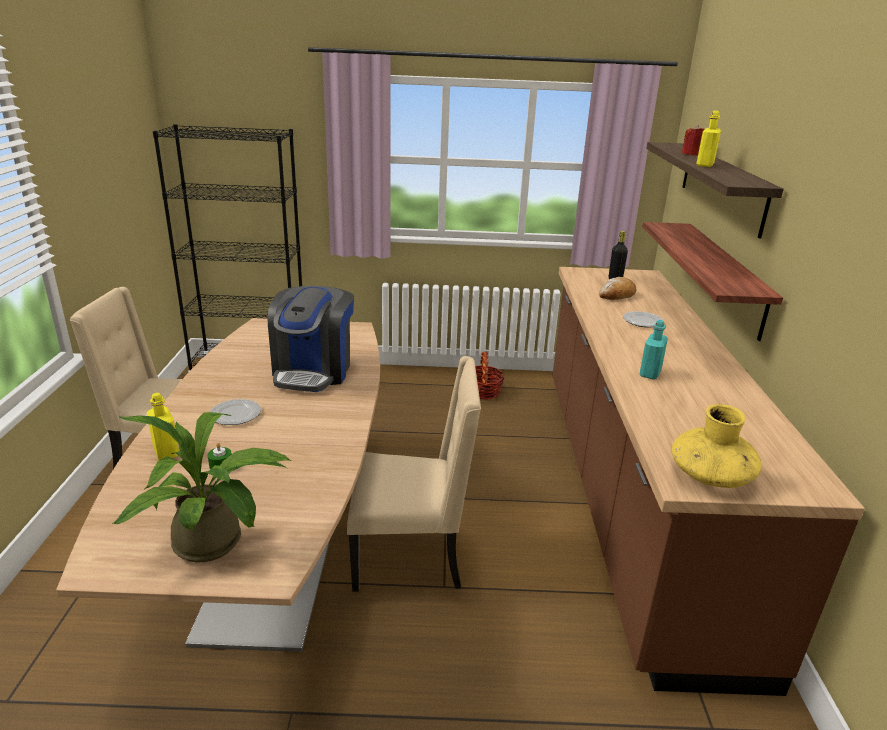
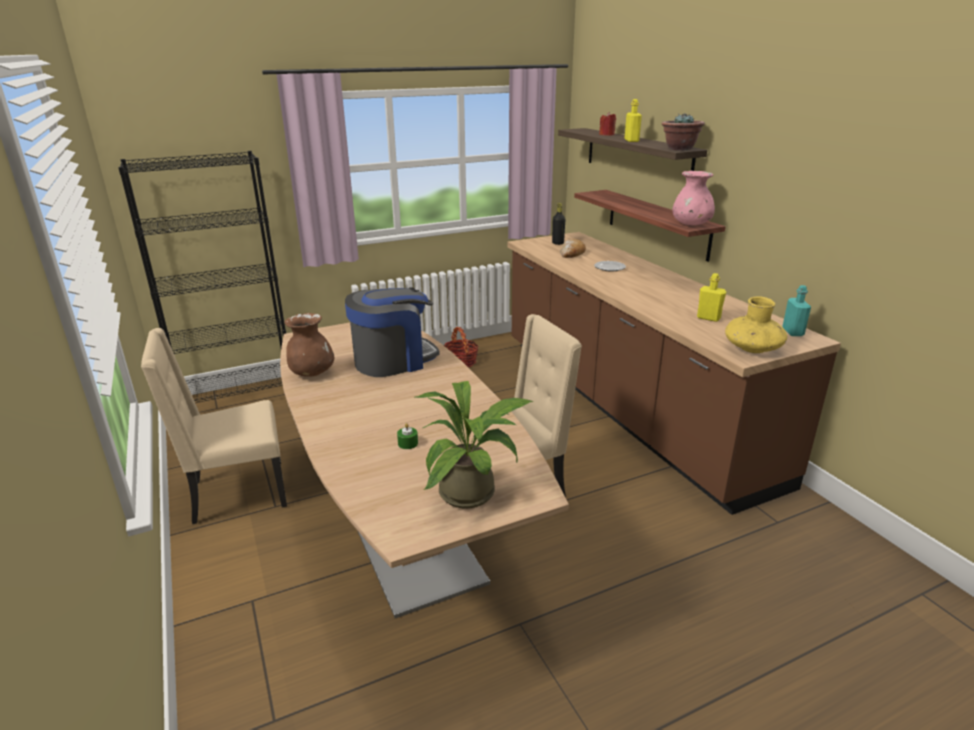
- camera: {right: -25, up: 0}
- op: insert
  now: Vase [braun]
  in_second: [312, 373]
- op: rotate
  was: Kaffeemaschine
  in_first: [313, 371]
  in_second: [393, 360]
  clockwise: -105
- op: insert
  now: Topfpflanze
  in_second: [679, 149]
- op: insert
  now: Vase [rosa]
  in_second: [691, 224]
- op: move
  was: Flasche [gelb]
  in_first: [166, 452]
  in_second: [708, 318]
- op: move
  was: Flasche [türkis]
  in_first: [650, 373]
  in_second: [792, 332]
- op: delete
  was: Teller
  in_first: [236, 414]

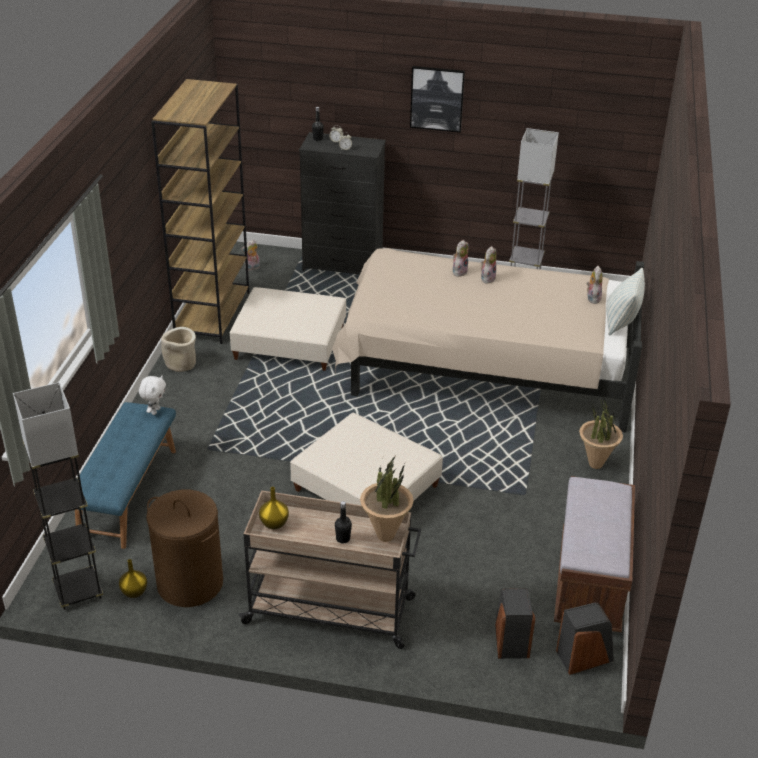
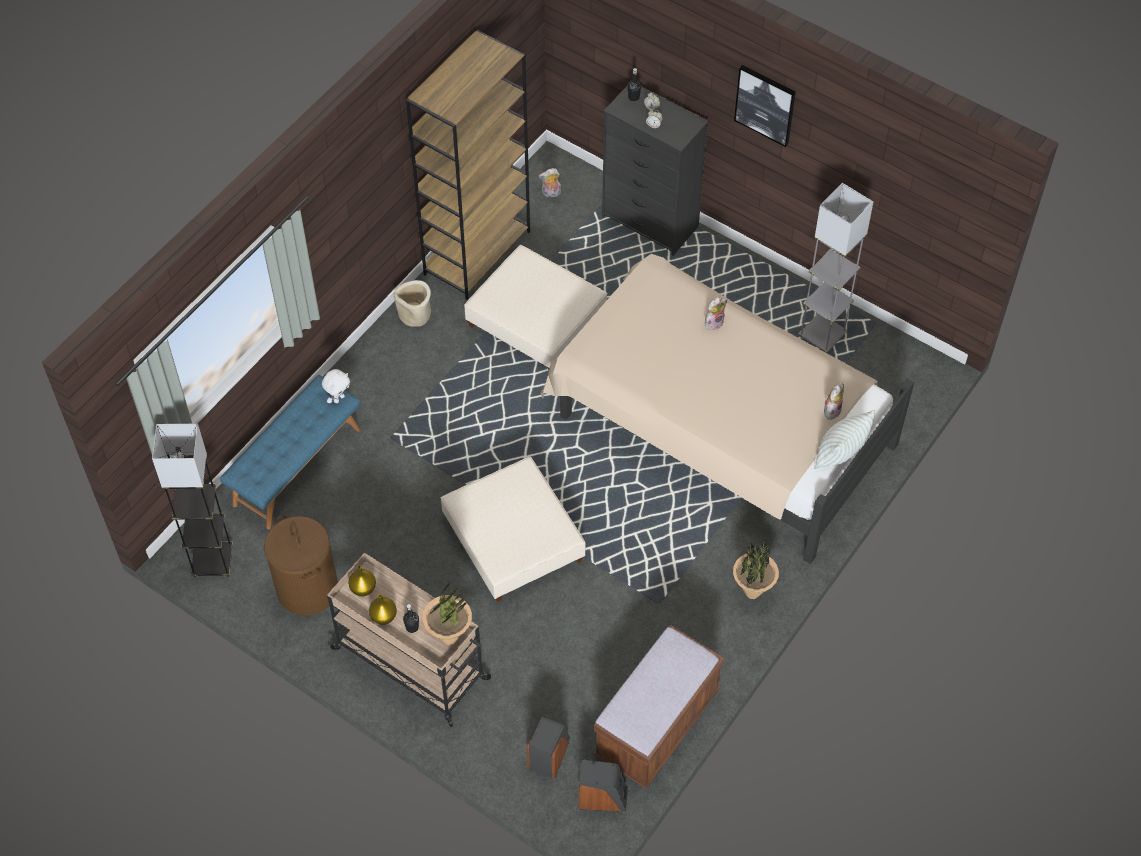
- camera: {right: 25, up: 20}
- op: move
  was: Vase [gelb]
  in_first: [134, 592]
  in_second: [384, 616]
- op: delete
  was: Plüschtier
  in_first: [487, 278]

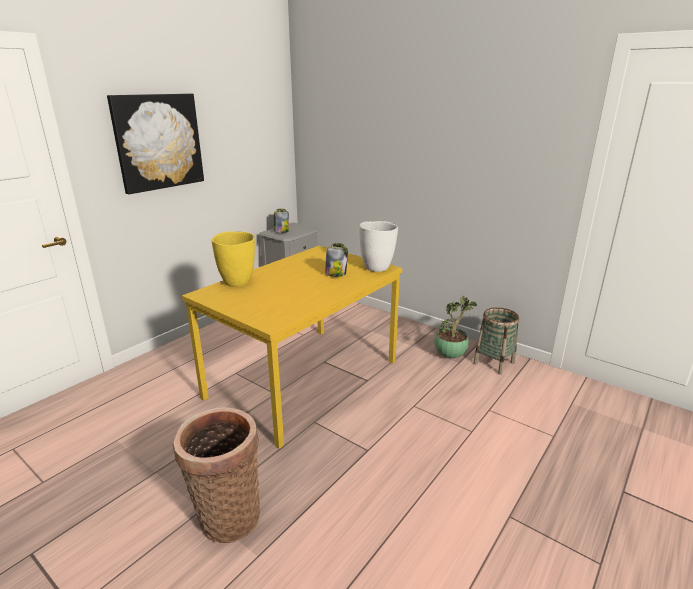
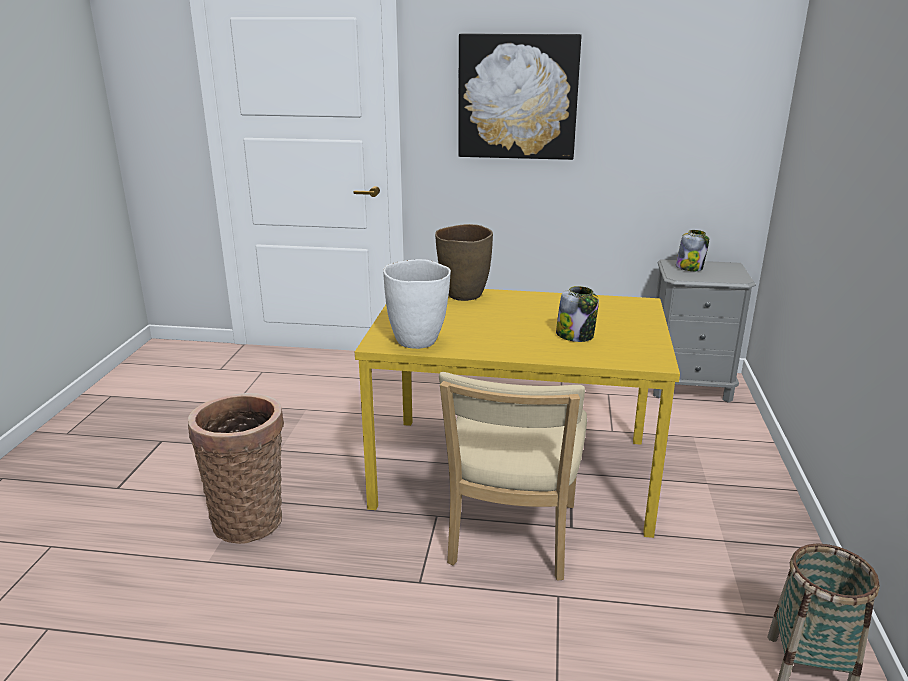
- camera: {right: 60, up: 0}
- op: move
  was: Vase [weiß]
  in_first: [377, 267]
  in_second: [418, 341]
- op: recolor
  was: Vase [gelb]
  now: Vase [braun]
  in_first: [237, 282]
  in_second: [464, 295]
- op: insert
  now: Stuhl [beige]
  in_second: [511, 539]
- op: delete
  was: Topfpflanze
  in_first: [450, 355]

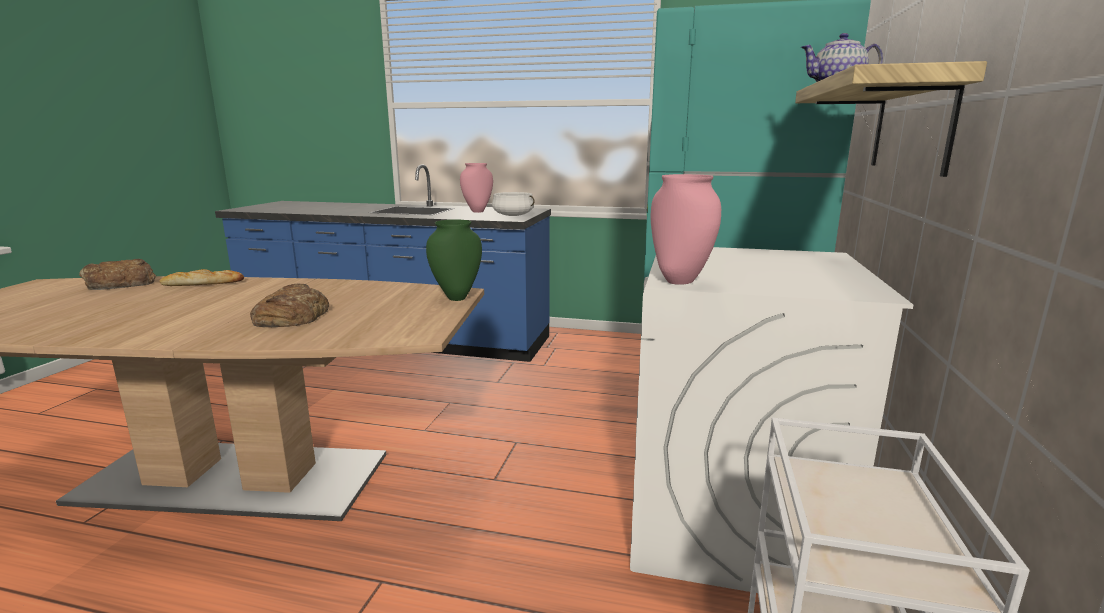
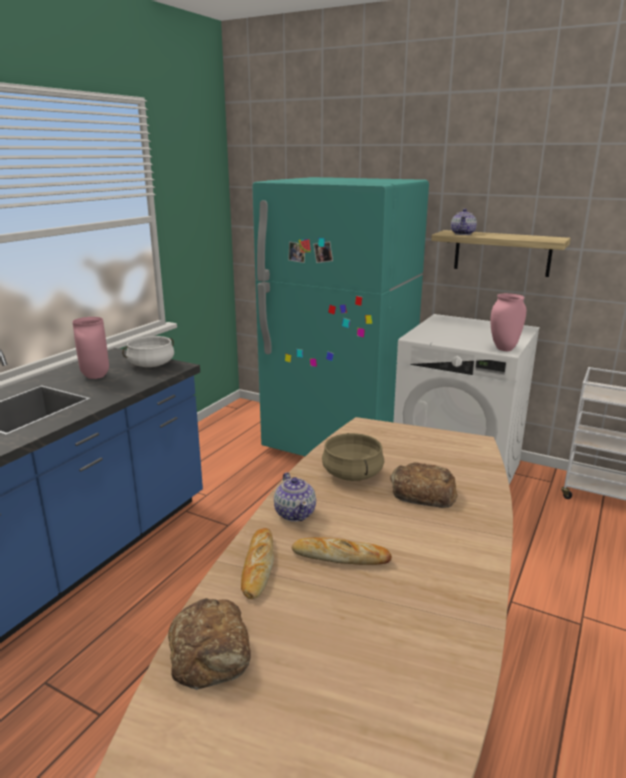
- camera: {right: -75, up: 5}
- op: insert
  now: Teekanne
  in_second: [295, 513]
- op: insert
  now: Brot
  in_second: [340, 556]
- op: insert
  now: Kochtopf [beige]
  in_second: [353, 474]
- op: delete
  was: Vase [grün]
  in_first: [456, 297]

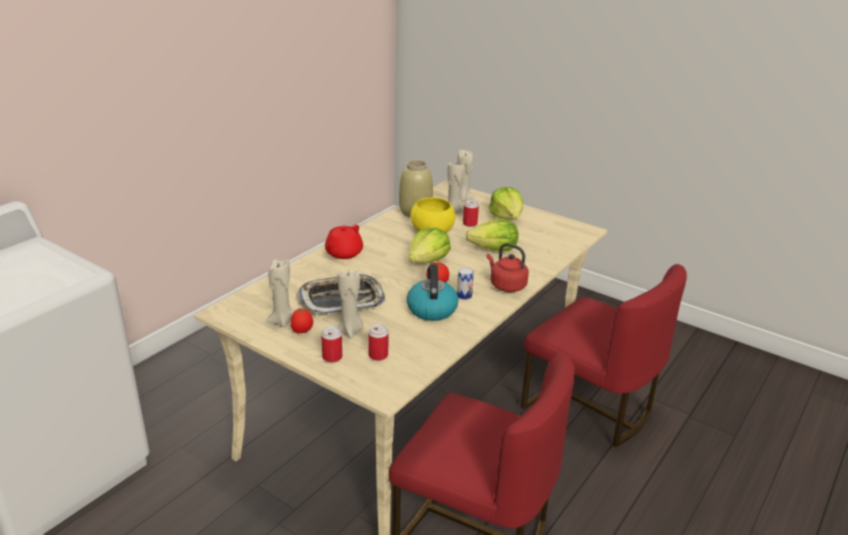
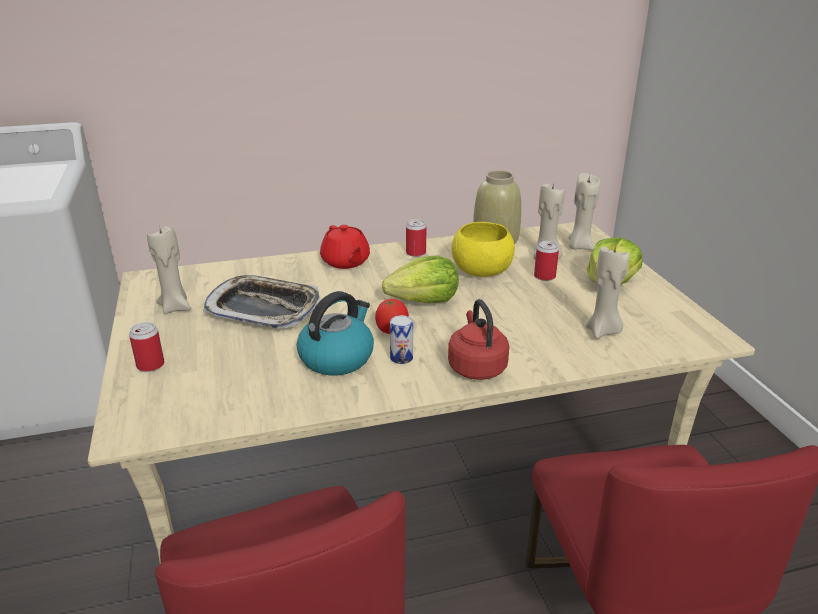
- camera: {right: 40, up: 0}
- op: rotate
  was: Teekanne [rot]
  in_first: [343, 253]
  in_second: [345, 262]
  clockwise: -90
- op: move
  was: Dose
  in_first: [378, 355]
  in_second: [416, 253]
- op: move
  was: Kerze [beige]
  in_first: [350, 331]
  in_second: [603, 331]
- op: delete
  was: Tomate
  in_first: [302, 331]
- op: delete
  was: Salatkopf
  in_first: [494, 249]

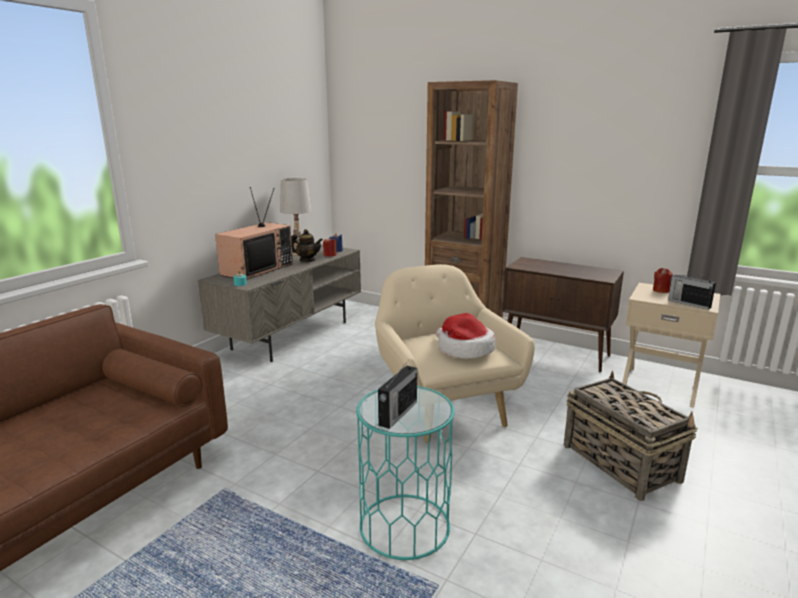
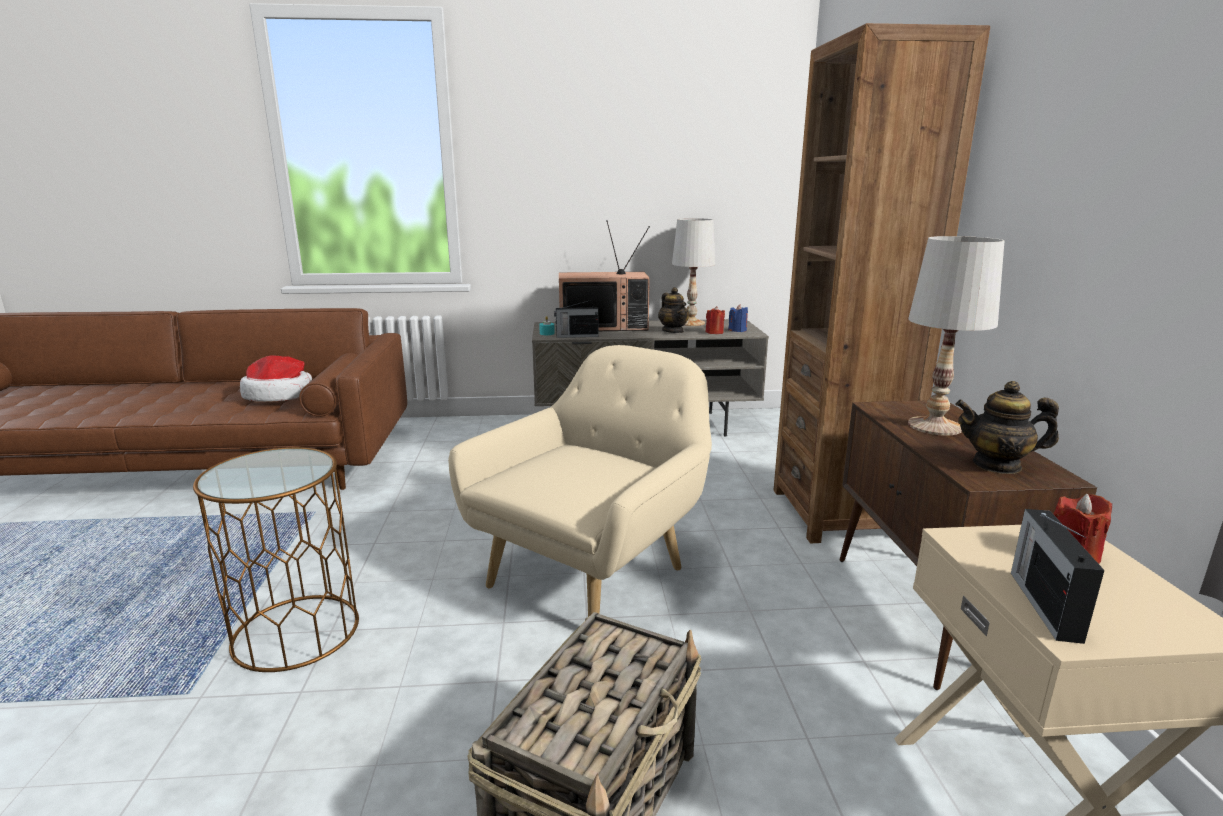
- camera: {right: 55, up: 0}
- op: recolor
  was: Beistelltisch [türkis]
  now: Beistelltisch [braun]
  in_first: [404, 525]
  in_second: [297, 631]
- op: move
  was: Hut
  in_first: [464, 349]
  in_second: [279, 395]
- op: move
  was: Radio
  in_first: [397, 413]
  in_second: [576, 336]
- op: insert
  now: Tischlampe [weiß]
  in_second: [934, 426]
- op: insert
  now: Teekanne
  in_second: [997, 465]

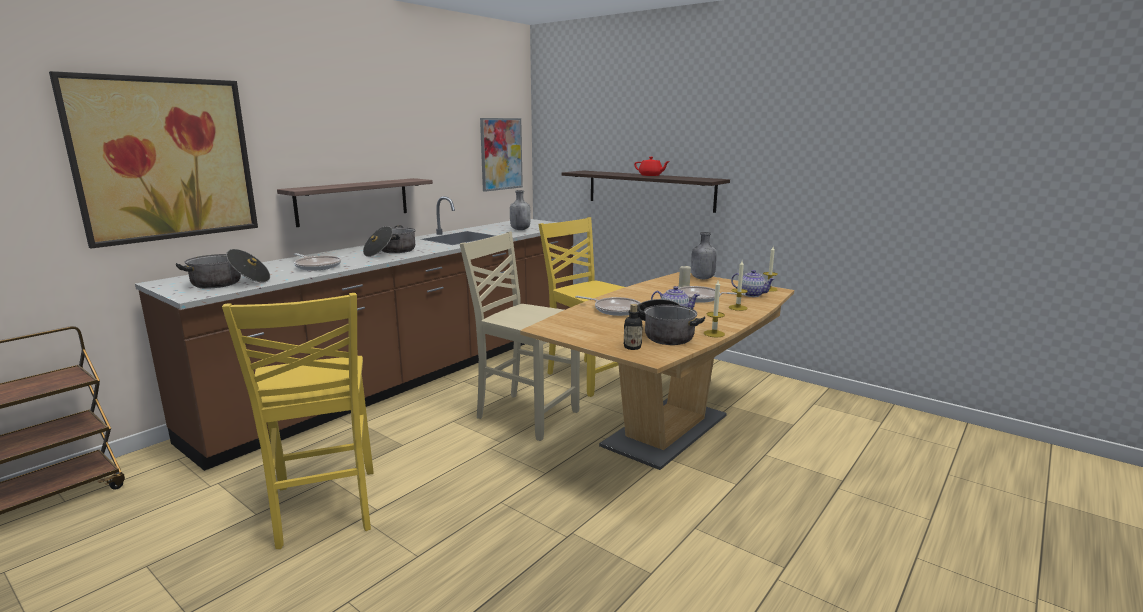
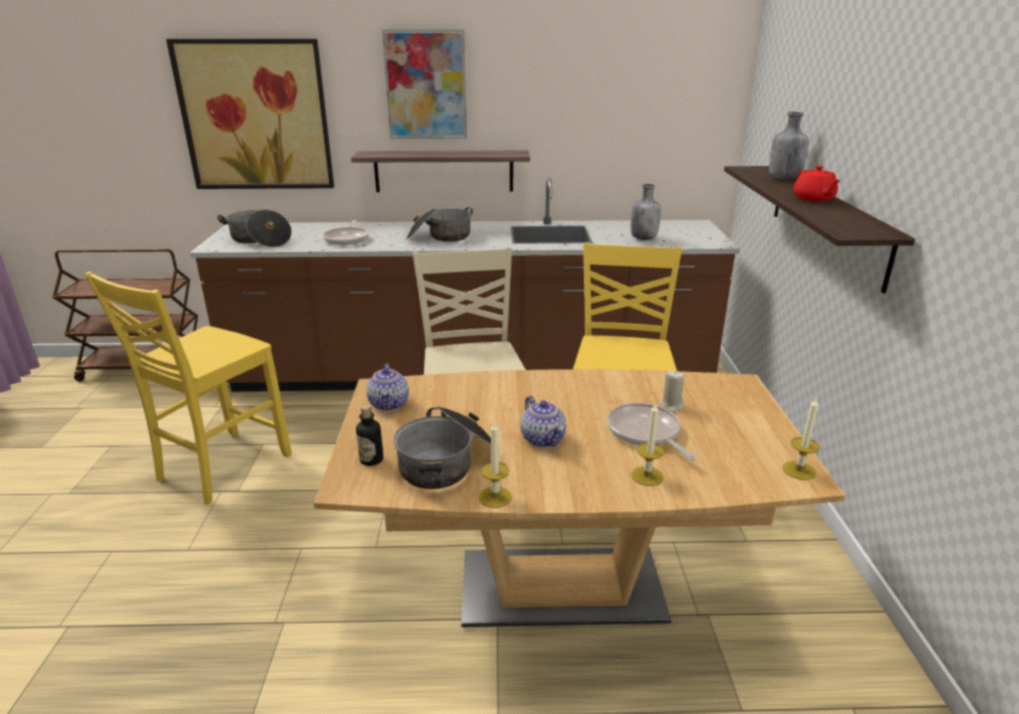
- camera: {right: 50, up: 10}
- op: move
  was: Teekanne
  in_first: [751, 294]
  in_second: [389, 403]
- op: move
  was: Bild
  in_first: [501, 154]
  in_second: [426, 85]
- op: move
  was: Flasche [grau]
  in_first: [702, 278]
  in_second: [783, 178]
- op: delete
  was: Pfanne
  in_first: [614, 310]

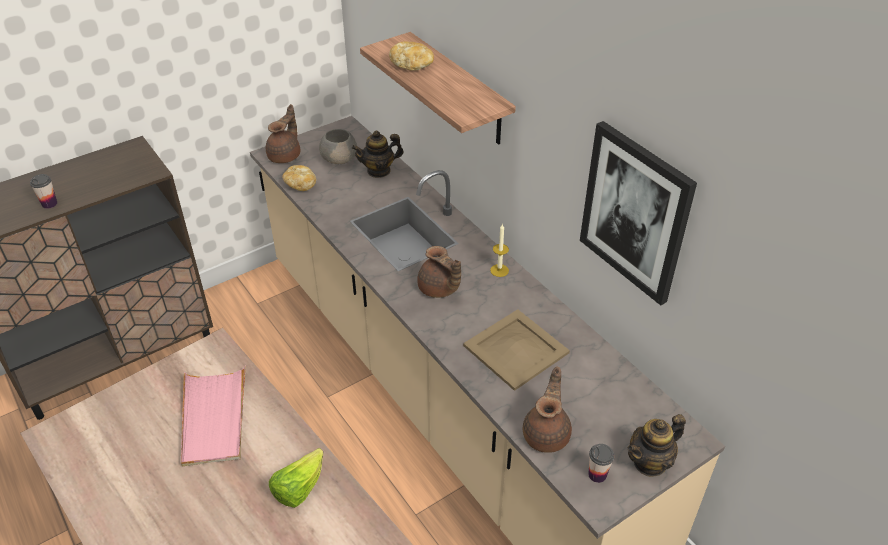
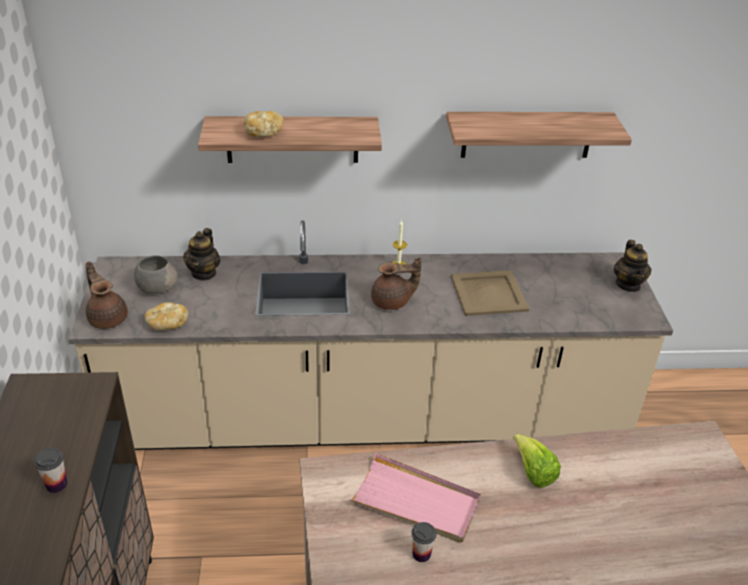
- camera: {right: -60, up: -5}
- op: move
  was: Tasse
  in_first: [597, 474]
  in_second: [421, 554]
- op: replace
  was: Bild
  now: Wandregal
  in_first: [635, 213]
  in_second: [527, 134]
- op: delete
  was: Teekanne [braun]
  in_first: [547, 434]

